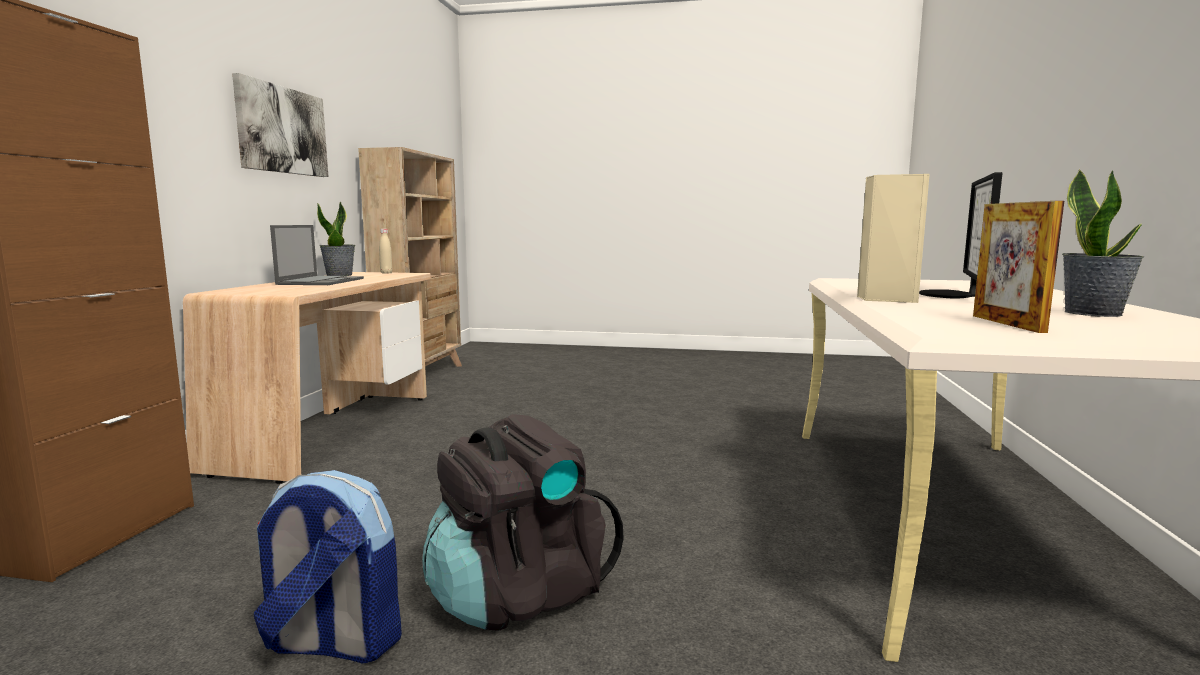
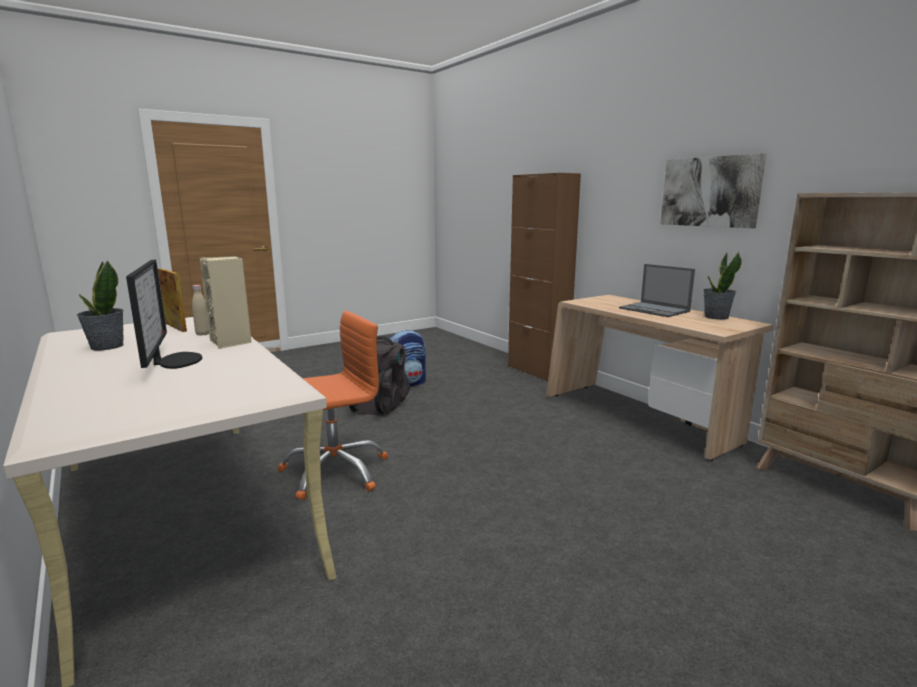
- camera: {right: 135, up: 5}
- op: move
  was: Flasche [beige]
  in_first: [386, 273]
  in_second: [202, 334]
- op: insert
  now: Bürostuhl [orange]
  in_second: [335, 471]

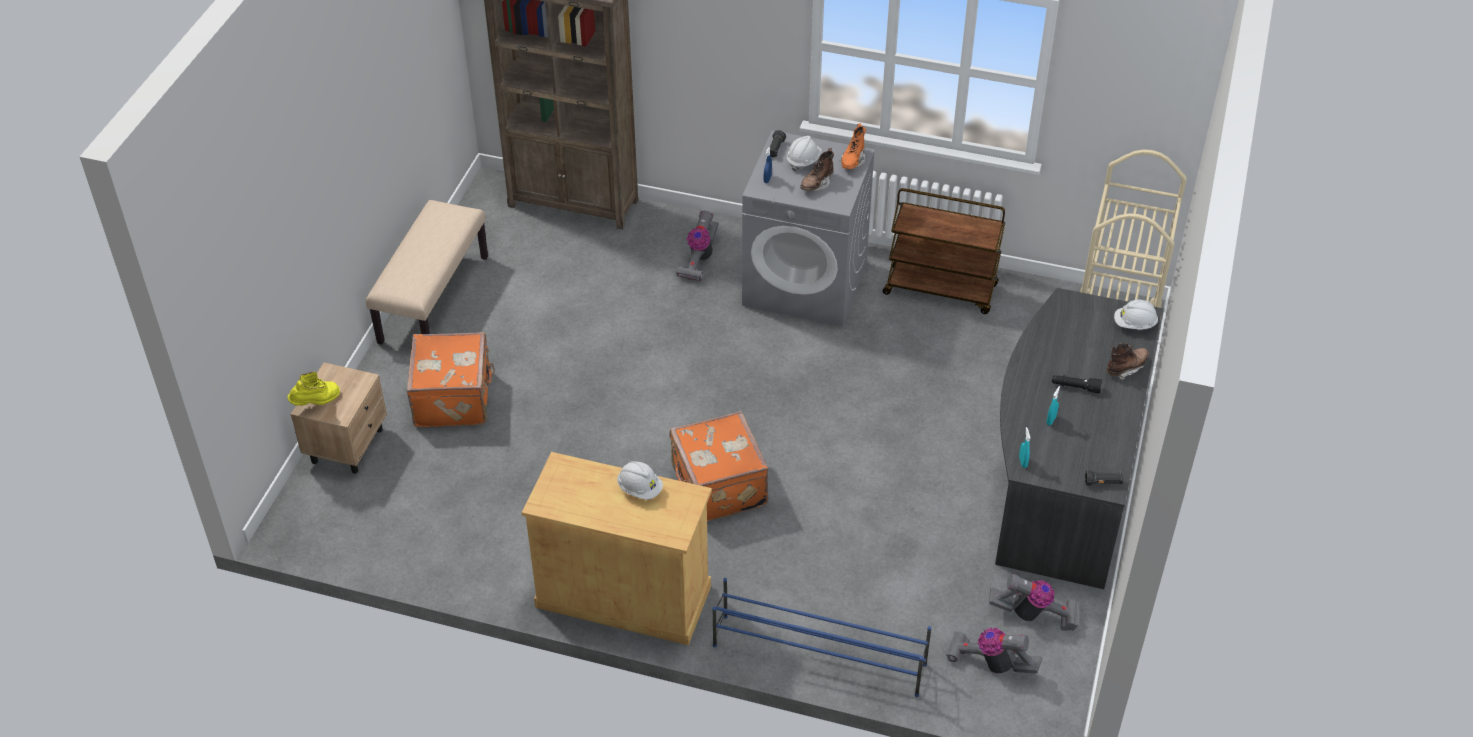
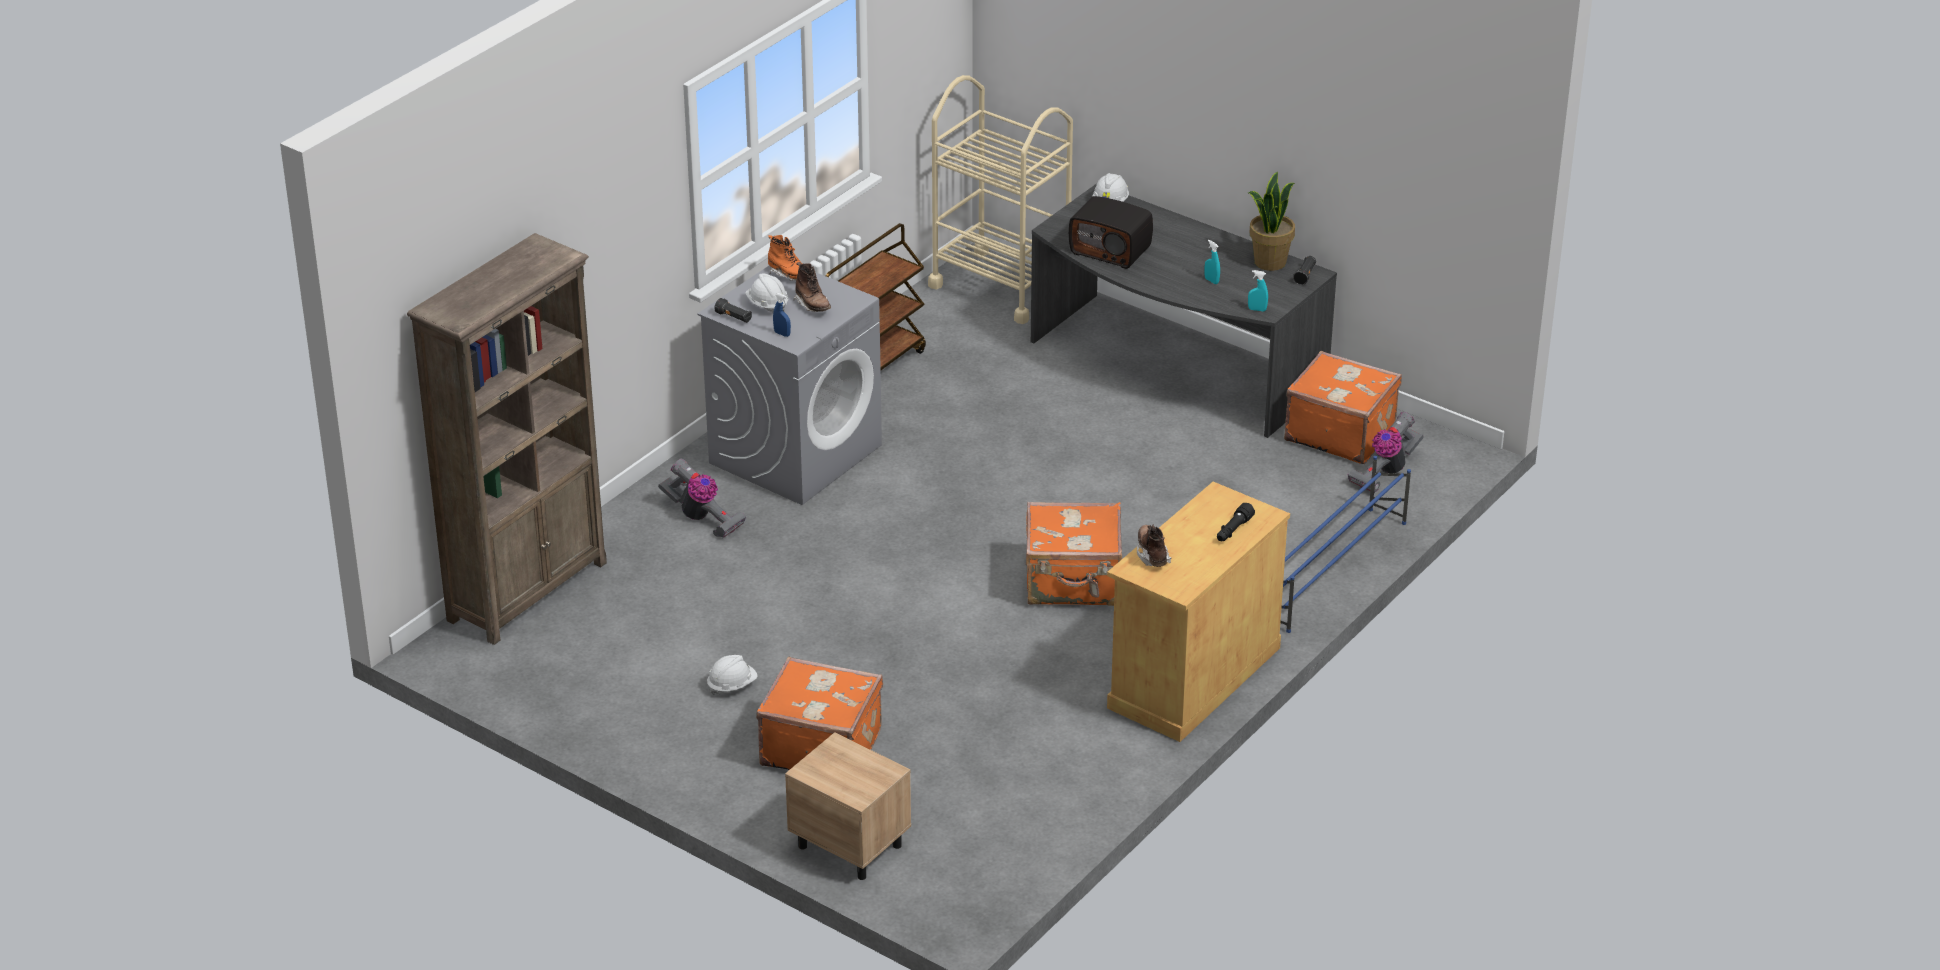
- camera: {right: -70, up: -10}
- op: move
  was: Schutzhelm [weiß]
  in_first: [640, 489]
  in_second: [732, 685]
- op: insert
  now: Radio
  in_second: [1111, 250]
- op: move
  was: Stiefel [braun]
  in_first: [1126, 368]
  in_second: [1152, 555]
- op: move
  was: Taschenlampe [schwarz]
  in_first: [1075, 387]
  in_second: [1233, 530]
- op: insert
  now: Topfpflanze
  in_second: [1269, 262]
- op: replace
  was: Staubsauger
  now: Koffer [orange]
  in_first: [1033, 615]
  in_second: [1340, 433]
- op: delete
  was: Stiefel [gelb]
  in_first: [316, 403]
- op: delete
  was: Bank [beige]
  in_first: [433, 299]

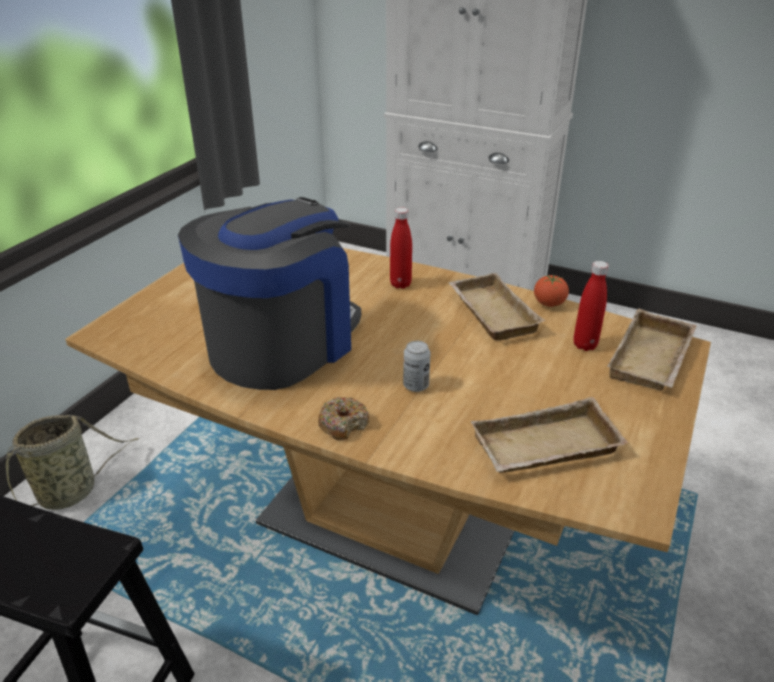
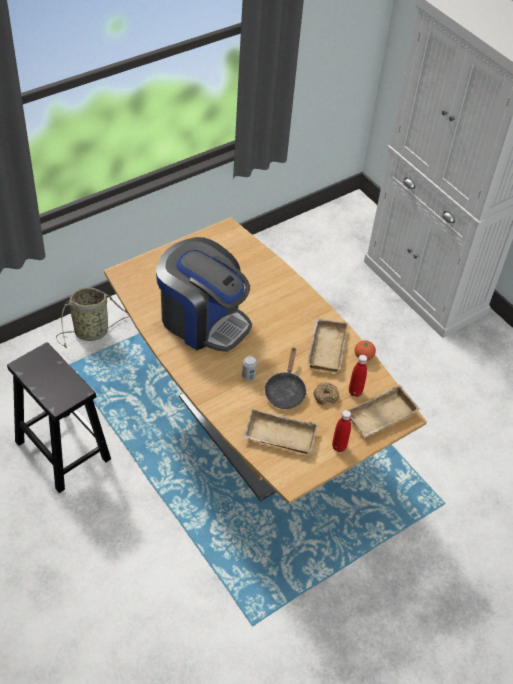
- camera: {right: 25, up: 15}
- op: rotate
  was: Kaffeemaschine
  in_first: [282, 344]
  in_second: [203, 320]
  clockwise: 60
- op: insert
  now: Pfanne [schwarz]
  in_second: [285, 391]
- op: move
  was: Donut
  in_first: [343, 424]
  in_second: [325, 396]
- op: move
  was: Flasche [rot]
  in_first: [400, 284]
  in_second: [339, 446]

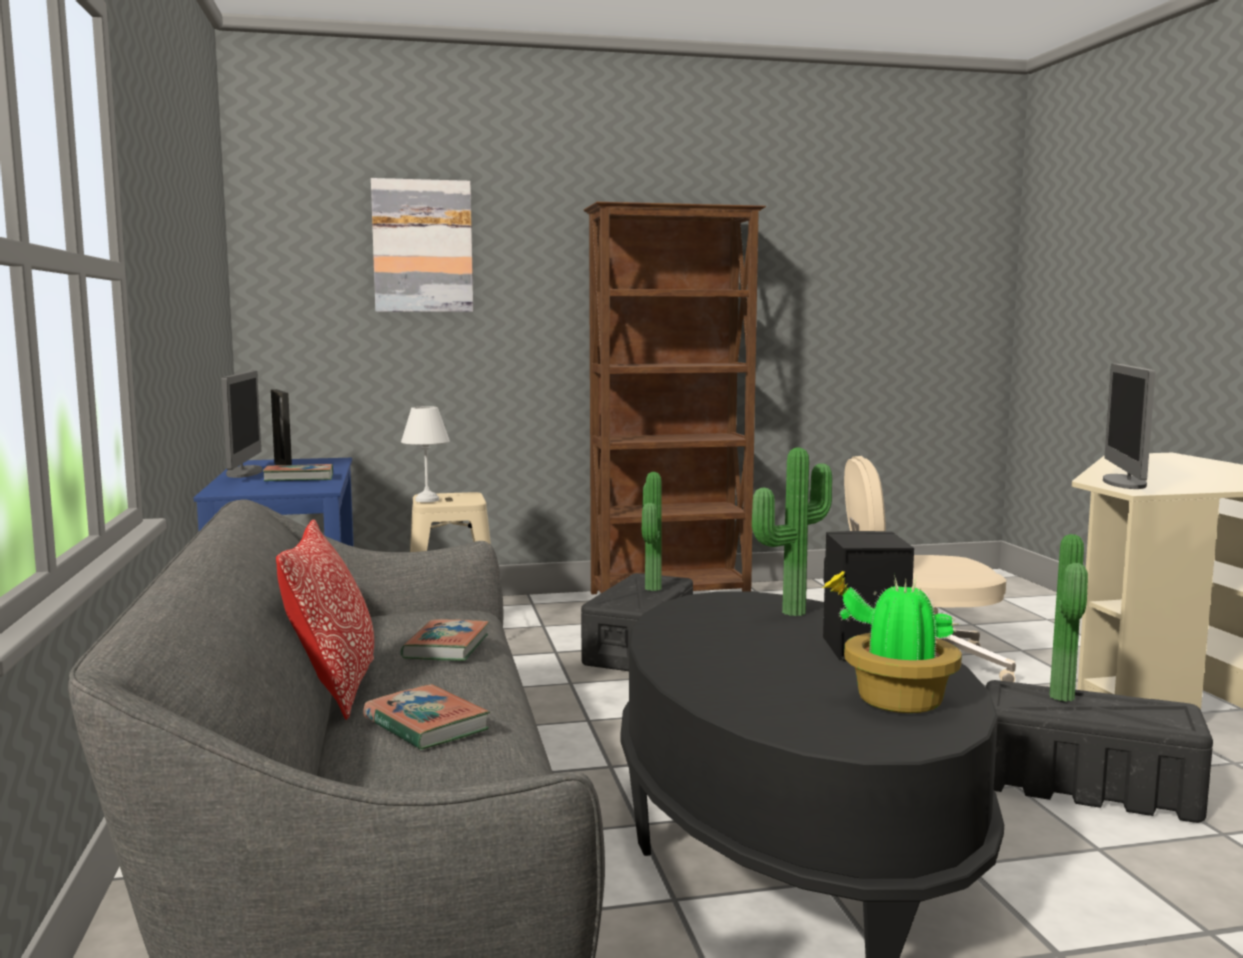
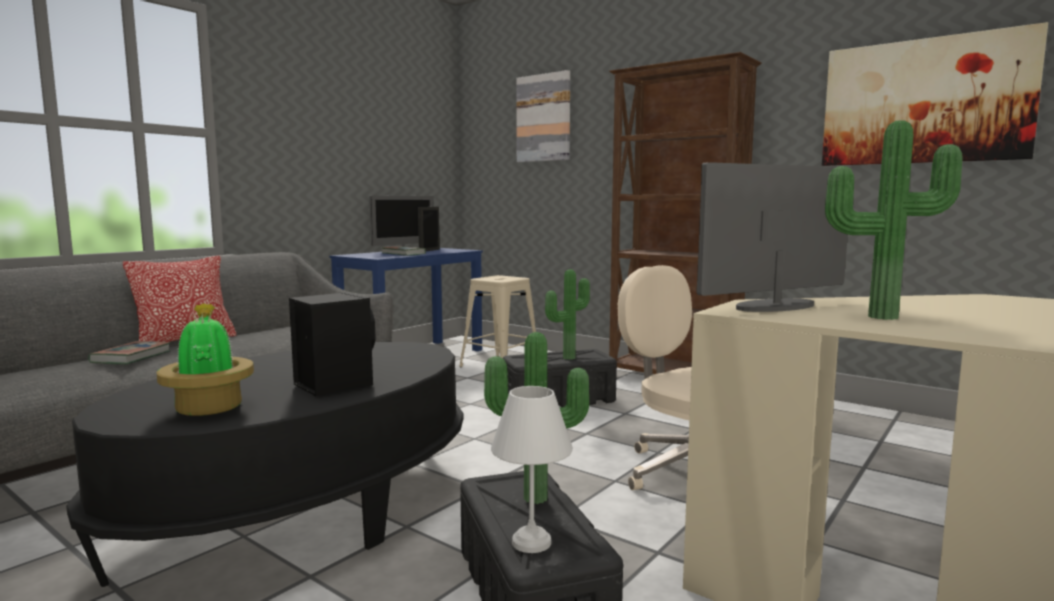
- camera: {right: 50, up: 0}
- op: move
  was: Tischlampe [weiß]
  in_first: [428, 500]
  in_second: [531, 543]
- op: insert
  now: Bild
  in_second: [924, 101]
- op: move
  was: Topfpflanze
  in_first: [790, 611]
  in_second: [880, 316]
- op: delete
  was: Buch
  in_first: [446, 647]

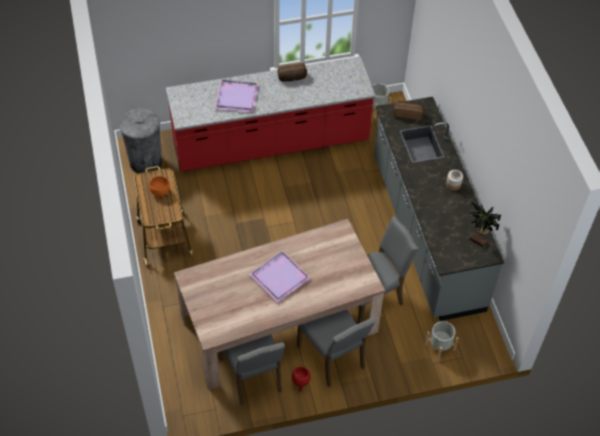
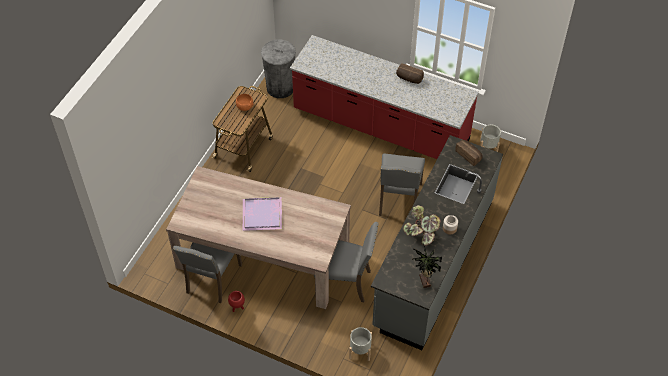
- camera: {right: 40, up: 0}
- op: move
  was: Stuhl [grau]
  in_first: [333, 357]
  in_second: [398, 200]
- op: insert
  now: Topfpflanze
  in_second: [422, 233]
- op: delete
  was: Tablett [lila]
  in_first: [237, 96]

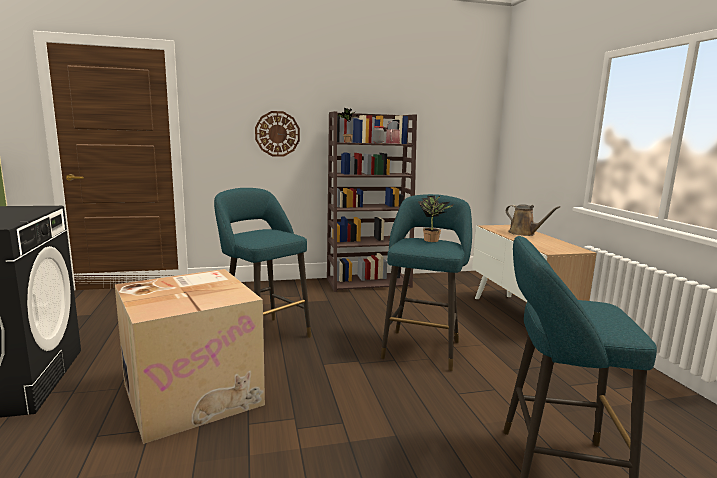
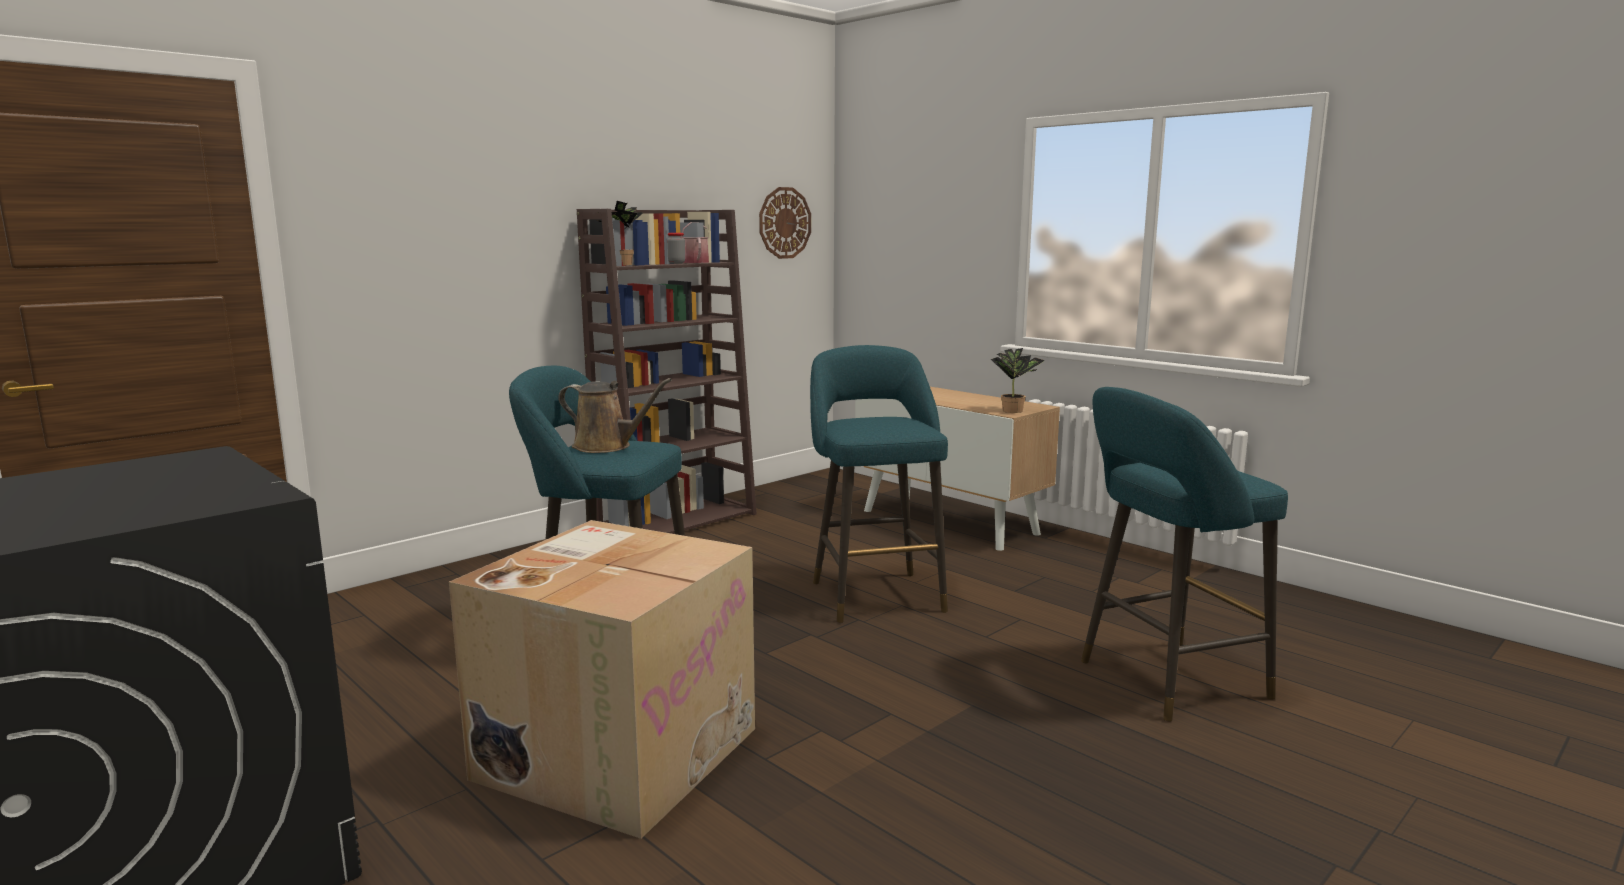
- camera: {right: -30, up: 0}
- op: move
  was: Gießkanne [braun]
  in_first: [524, 233]
  in_second: [607, 446]
- op: move
  was: Wanduhr
  in_first: [277, 134]
  in_second: [784, 223]
- op: move
  was: Topfpflanze
  in_first: [433, 240]
  in_second: [1015, 410]

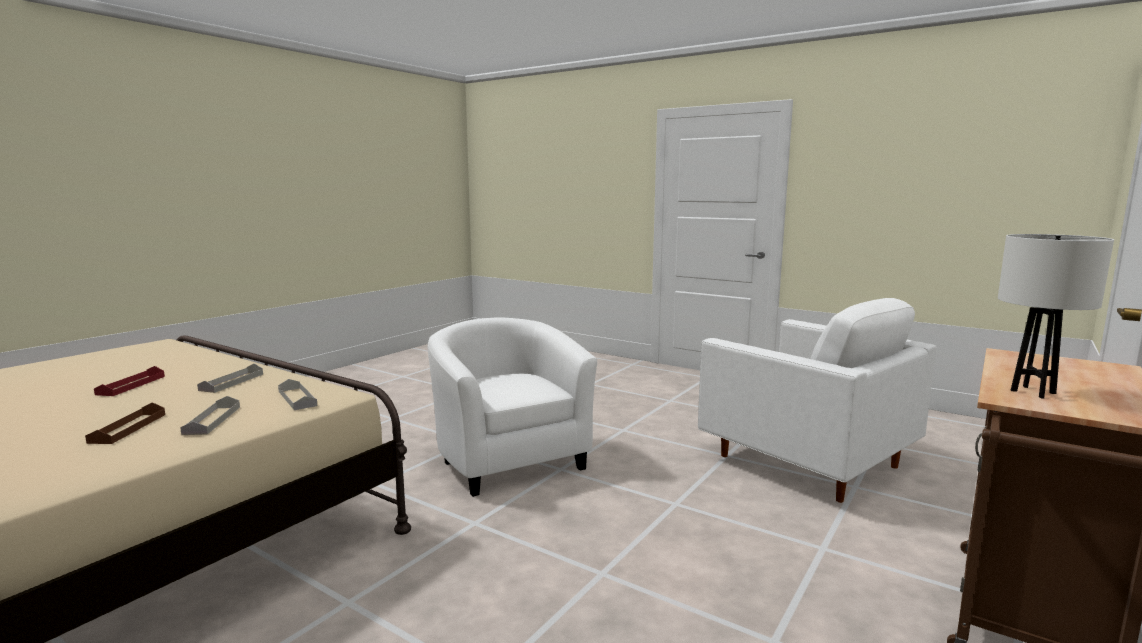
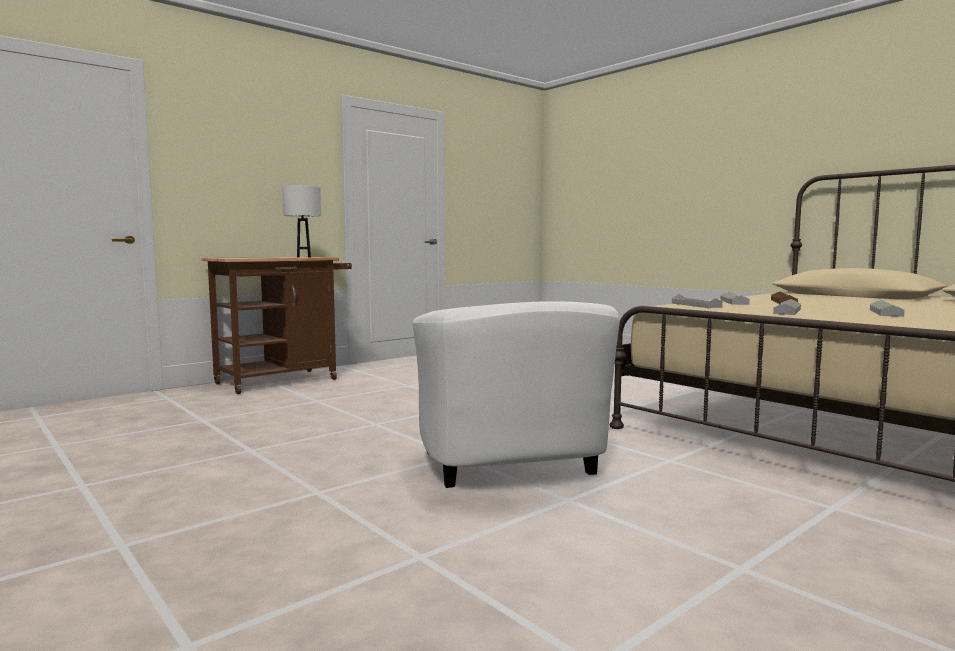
- camera: {right: -165, up: -5}
- op: recolor
  was: Tablett [rot]
  now: Tablett [grau]
  in_first: [131, 385]
  in_second: [886, 313]
- op: delete
  was: Sessel [weiß]
  in_first: [805, 461]

